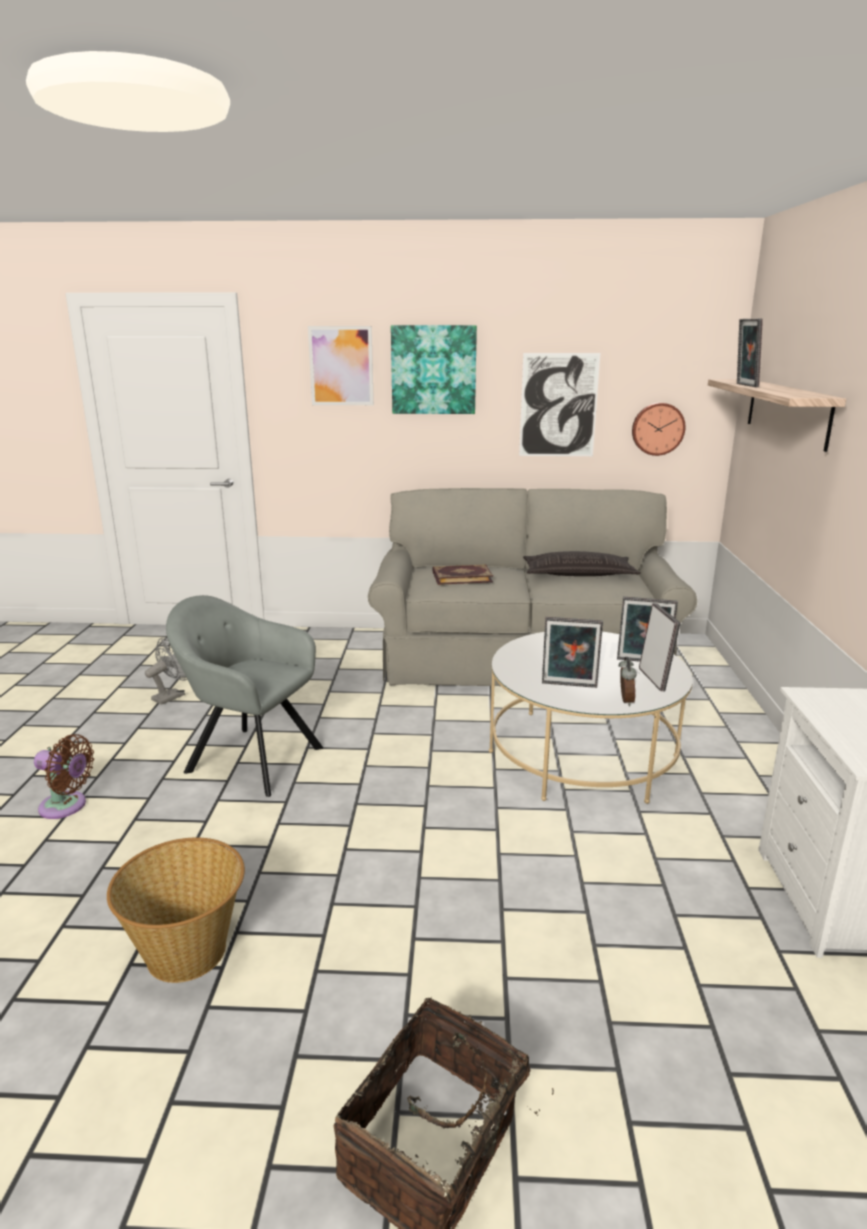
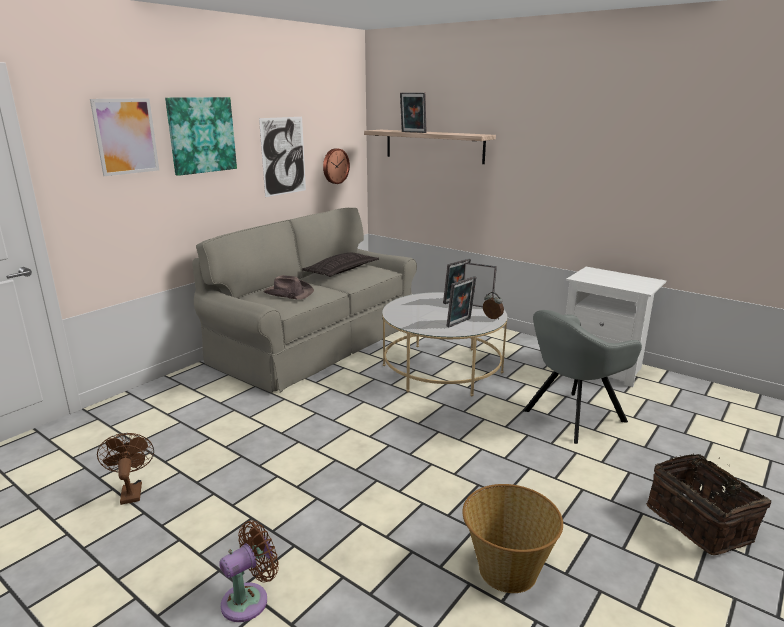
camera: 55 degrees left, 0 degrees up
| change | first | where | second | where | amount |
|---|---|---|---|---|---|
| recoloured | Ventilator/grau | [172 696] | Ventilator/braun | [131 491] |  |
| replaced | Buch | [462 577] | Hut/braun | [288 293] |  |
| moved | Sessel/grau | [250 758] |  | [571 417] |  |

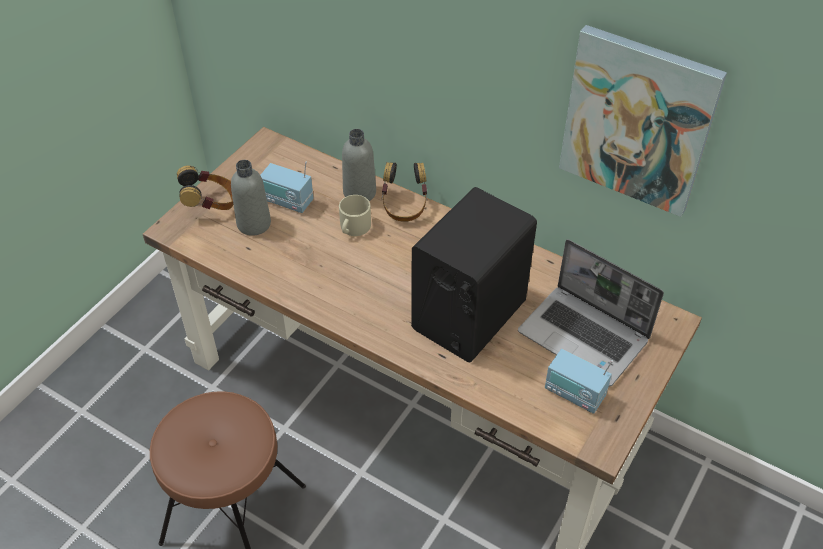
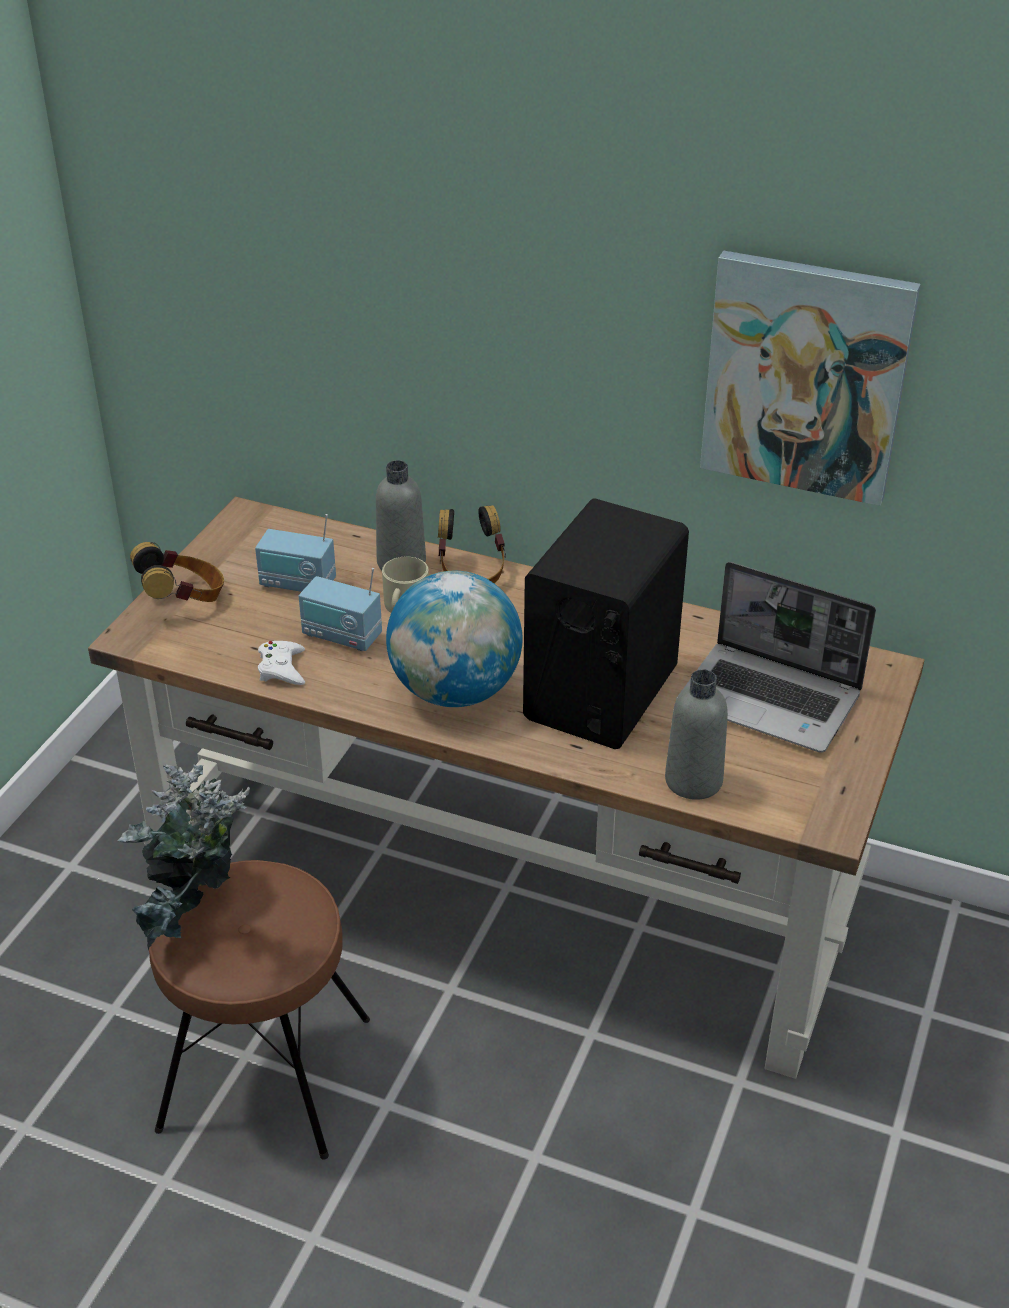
camera: 10 degrees left, 10 degrees down
| change | first | where | second | where | amount |
|---|---|---|---|---|---|
| added |  |  | Topfpflanze | [197 914] |  |
| added |  |  | Gamepad/weiß | [282 668] |  |
| moved | Radio | [574 394] |  | [341 636] |  |
| added |  |  | Globus | [455 691] |  |
| moved | Flasche/grau | [254 224] |  | [693 781] |  |

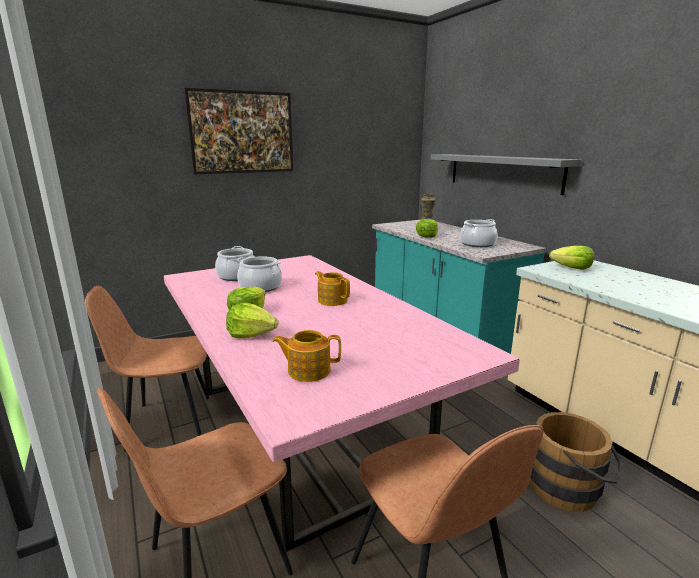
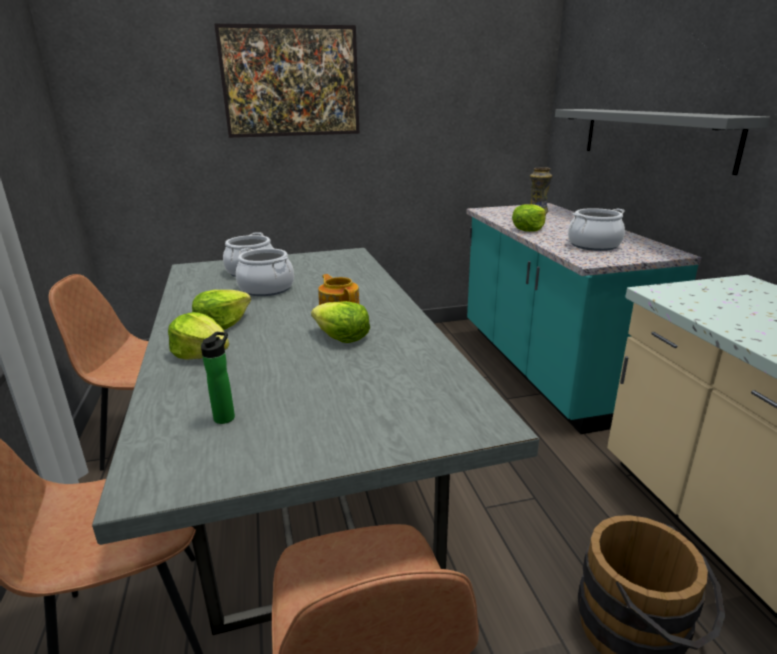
camera: 15 degrees right, 5 degrees up
| change | first | where | second | where | amount |
|---|---|---|---|---|---|
| recoloured | Esstisch/rosa | [305 432] | Esstisch/grau | [307 479] |  |
| replaced | Teekanne | [308 370] | Flasche | [226 416] |  |
| moved | Salatkopf | [572 268] |  | [341 337] |  |

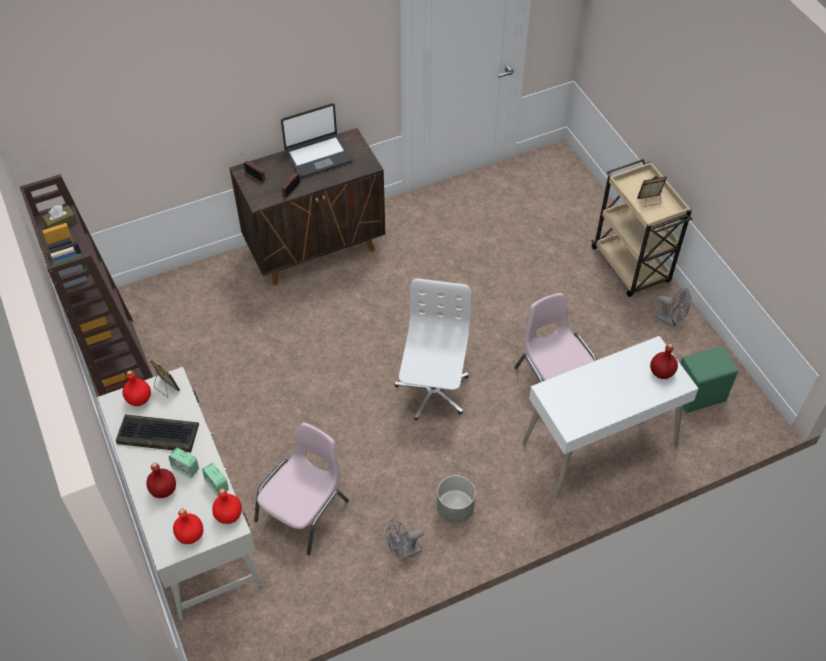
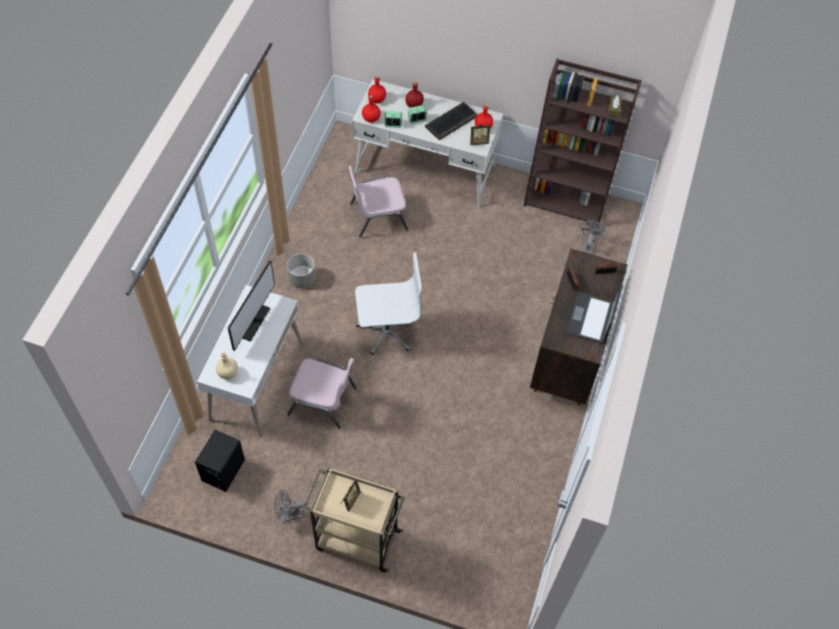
camera: 130 degrees right, 5 degrees up
| change | first | where | second | where | amount |
|---|---|---|---|---|---|
| recoloured | Lautsprecher/grün | [698 395] | Lautsprecher/schwarz | [223 471] |  |
| recoloured | Flasche/rot | [661 372] | Flasche/beige | [228 373] |  |
| added |  |  | Monitor | [251 321] |  |
| turned | Stuhl/rosa | [304 510] |  | [377 216] | 90 degrees clockwise |
| turned | Bürostuhl/weiß | [432 391] |  | [386 330] | 60 degrees counterclockwise |
| moved | Ventilator/grau | [403 553] |  | [588 245] |  |

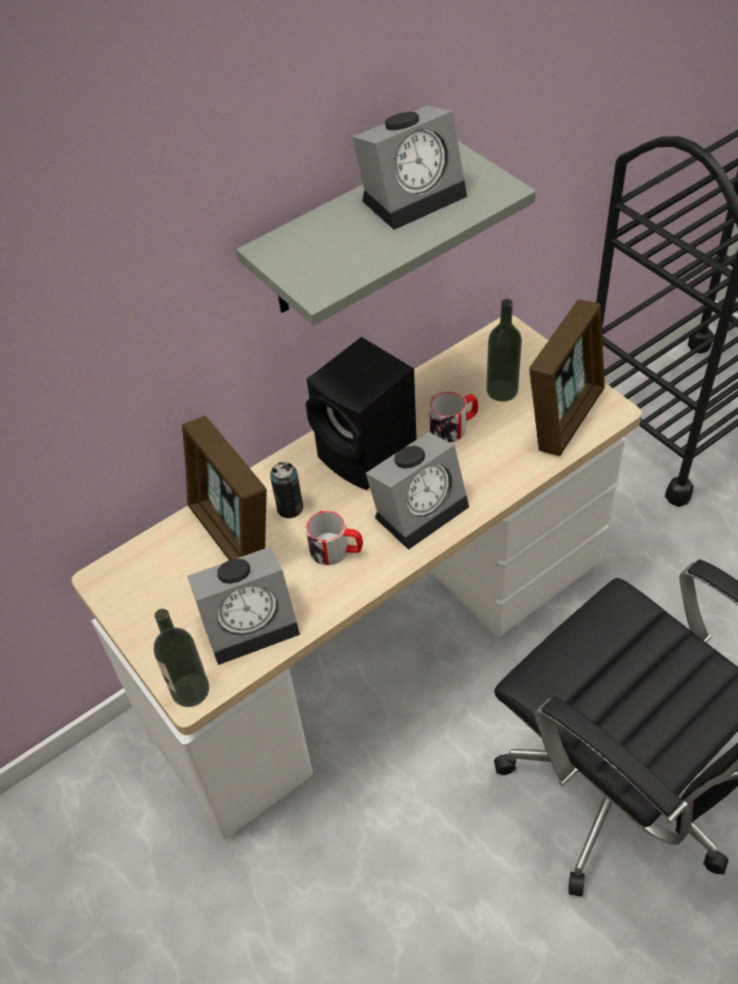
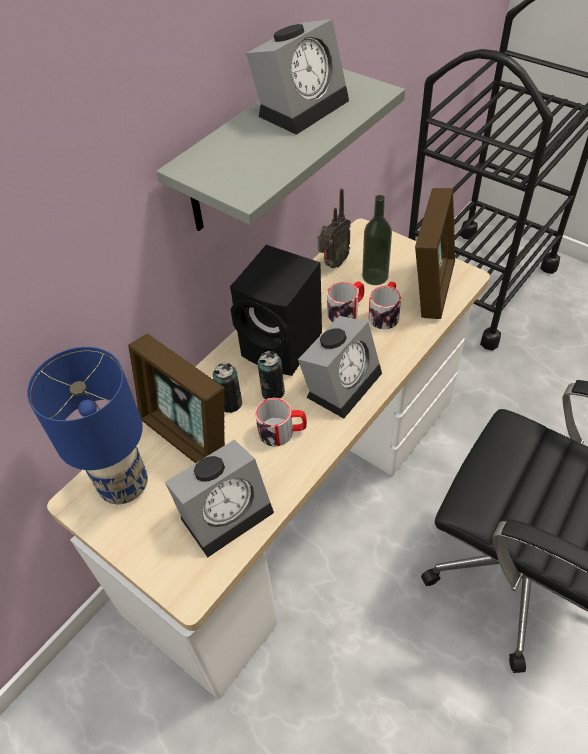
camera: 15 degrees left, 0 degrees up
| change | first | where | second | where | amount |
|---|---|---|---|---|---|
| added |  |  | Tischlampe/blau | [124 486] |  |
| added |  |  | Dose | [273 392] |  |
| added |  |  | Radio | [332 263] |  |
| added |  |  | Henkelbecher | [385 313] |  |
| removed | Flasche | [190 690] |  |  |  |

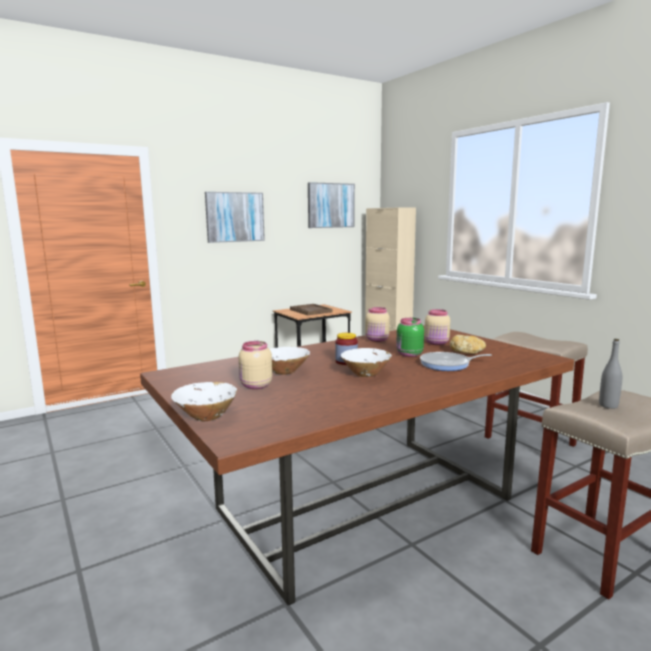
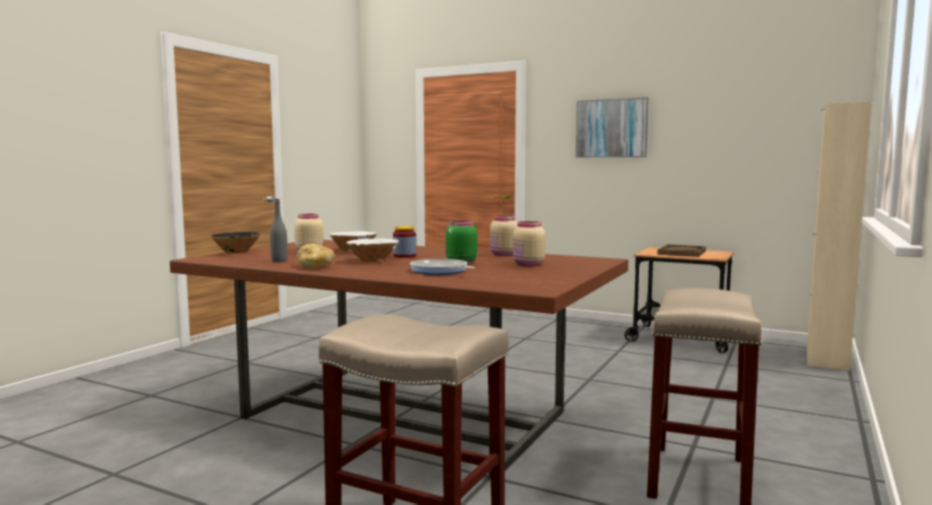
camera: 60 degrees right, 5 degrees down
| change | first | where | second | where | amount |
|---|---|---|---|---|---|
| recoloured | Schüssel/weiß | [206 416] | Schüssel/schwarz | [236 252] |  |
| moved | Flasche/grau | [608 405] |  | [279 261] |  |
| moved | Brot | [467 352] |  | [315 266] |  |
| removed | Bild | [330 205] |  |  |  |

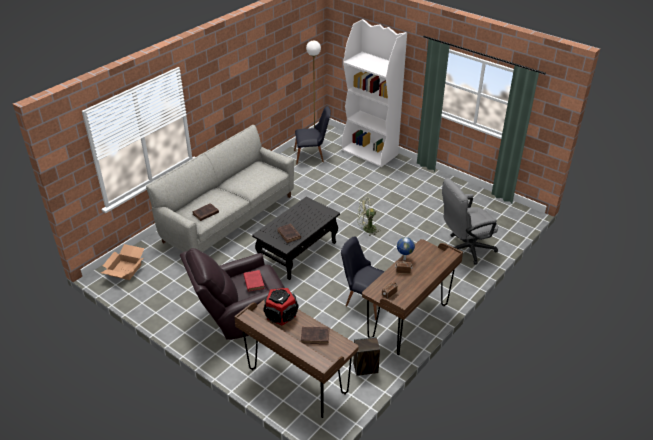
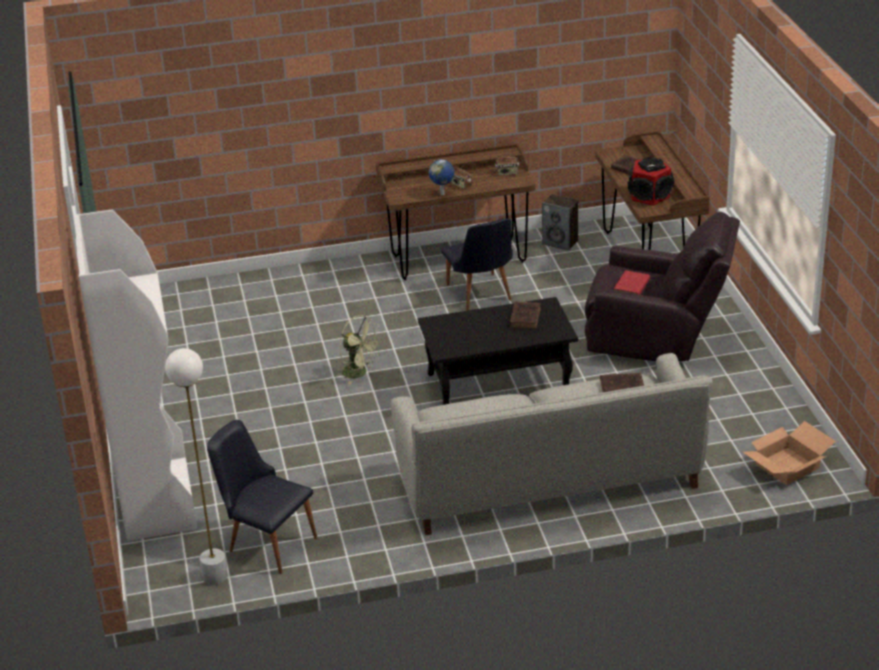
camera: 140 degrees left, 5 degrees down
| change | first | where | second | where | amount |
|---|---|---|---|---|---|
| removed | Bürostuhl/grau | [465 249] |  |  |  |

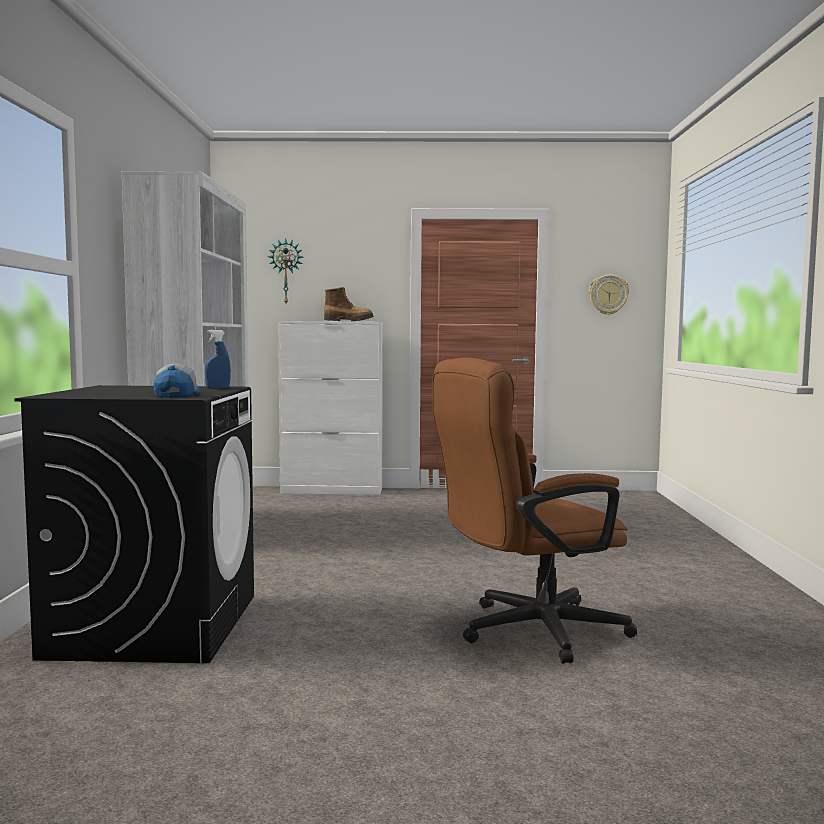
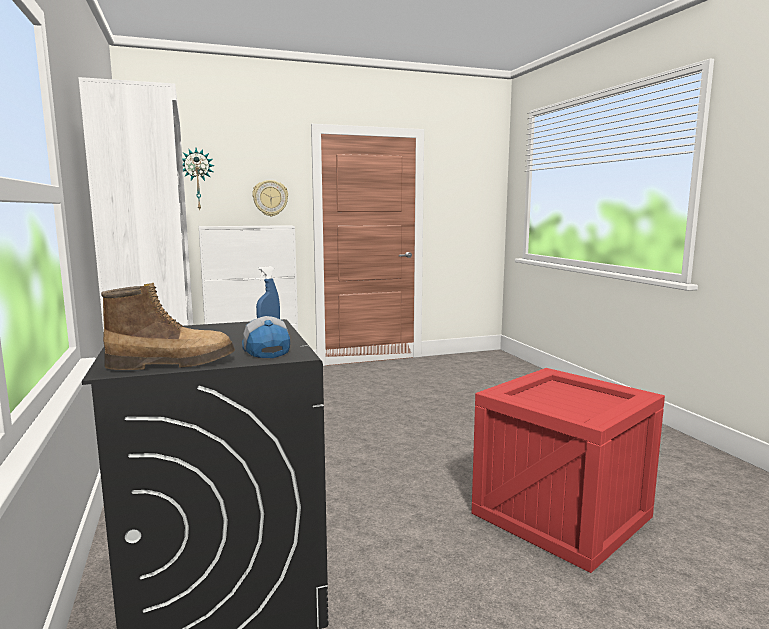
camera: 20 degrees left, 5 degrees up
| change | first | where | second | where | amount |
|---|---|---|---|---|---|
| moved | Stiefel | [348 321] |  | [172 363] |  |
| moved | Wanduhr | [608 294] |  | [270 198] |  |
| replaced | Bürostuhl/braun | [527 631] | Kiste | [558 515] |  |

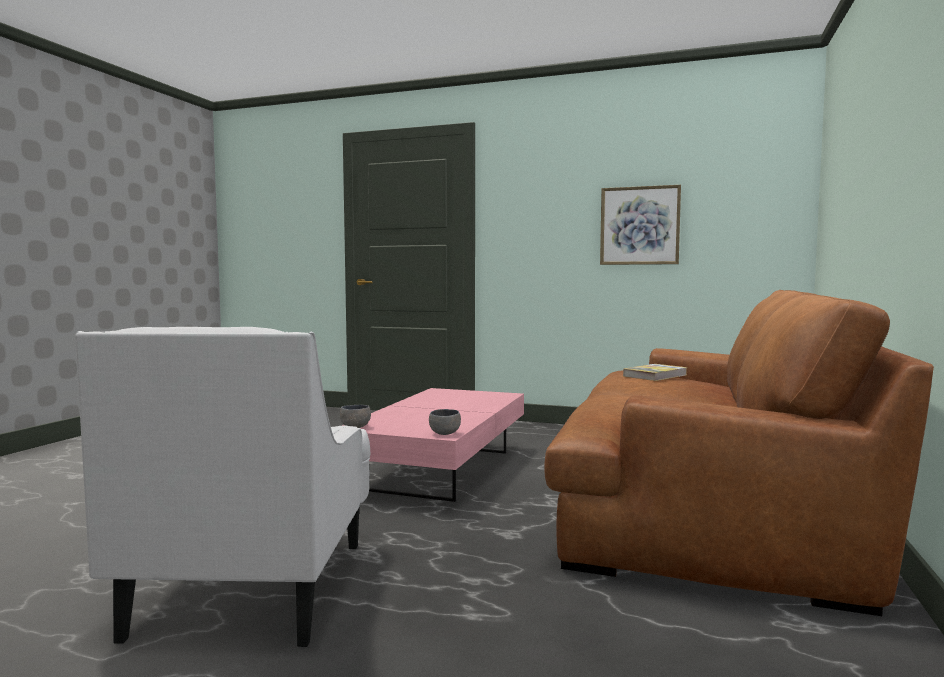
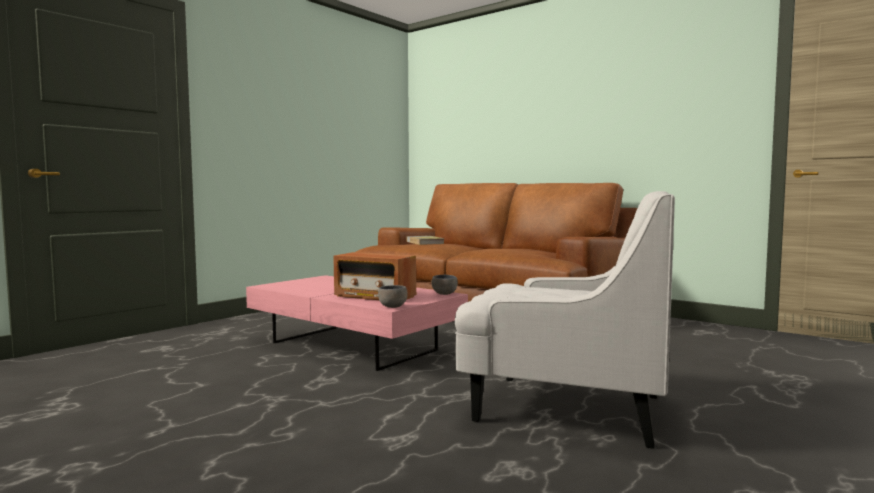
camera: 70 degrees left, 0 degrees up
| change | first | where | second | where | amount |
|---|---|---|---|---|---|
| added |  |  | Radio | [375 296] |  |
| removed | Bild | [639 226] |  |  |  |

